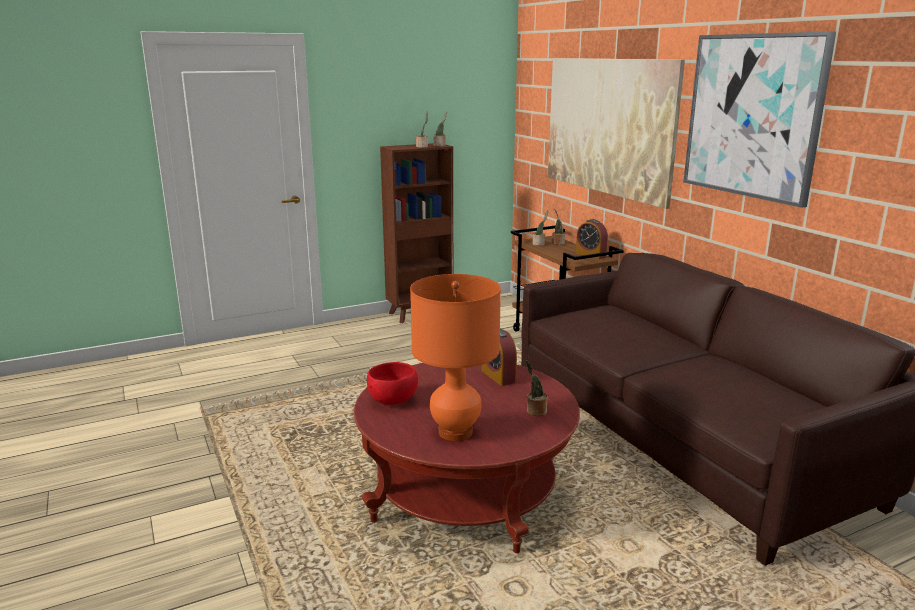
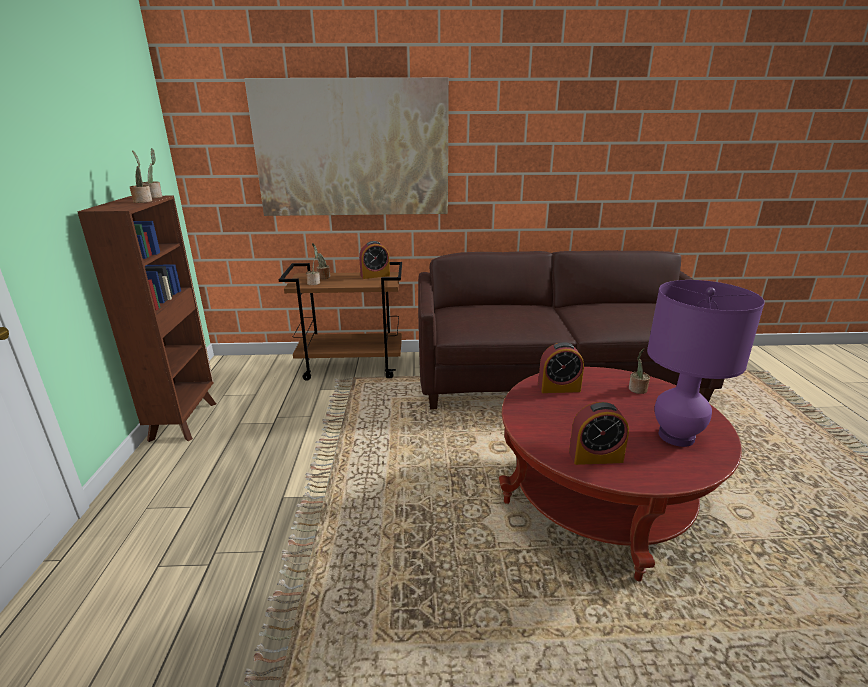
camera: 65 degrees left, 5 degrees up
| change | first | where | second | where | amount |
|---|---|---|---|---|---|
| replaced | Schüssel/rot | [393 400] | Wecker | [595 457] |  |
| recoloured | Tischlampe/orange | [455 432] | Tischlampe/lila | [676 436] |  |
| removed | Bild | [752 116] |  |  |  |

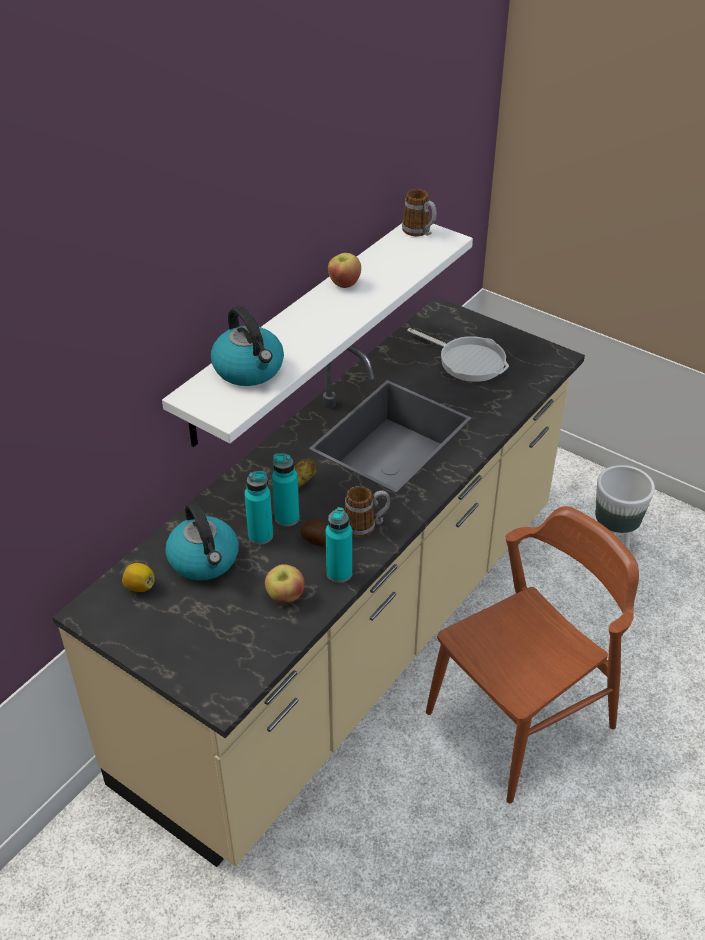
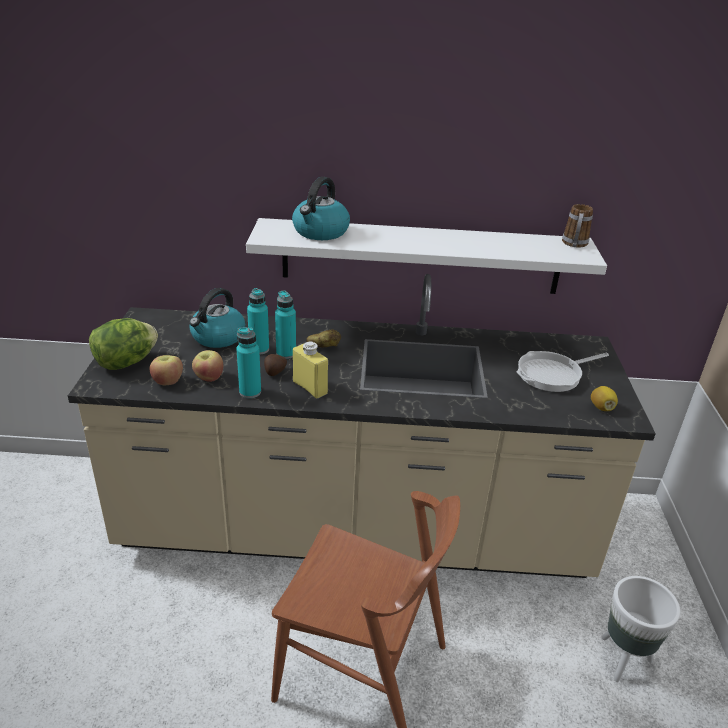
camera: 55 degrees right, 10 degrees down
| change | first | where | second | where | amount |
|---|---|---|---|---|---|
| added |  |  | Salatkopf | [126 363] |  |
| moved | Apfel | [344 283] |  | [168 381] |  |
| replaced | Henkelbecher | [366 525] | Flasche/gelb | [310 387] |  |
| turned | Pfanne | [467 361] |  | [553 374] | 60 degrees clockwise |
| moved | Zitrone | [140 586] |  | [601 407] |  |

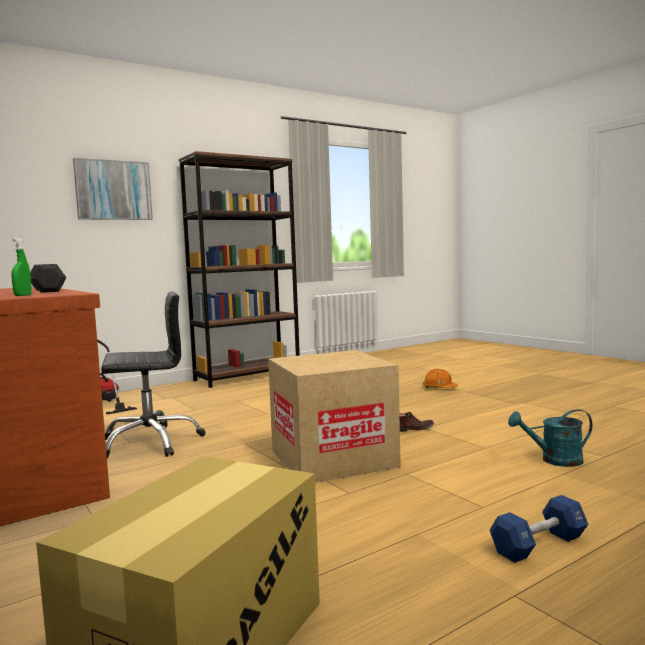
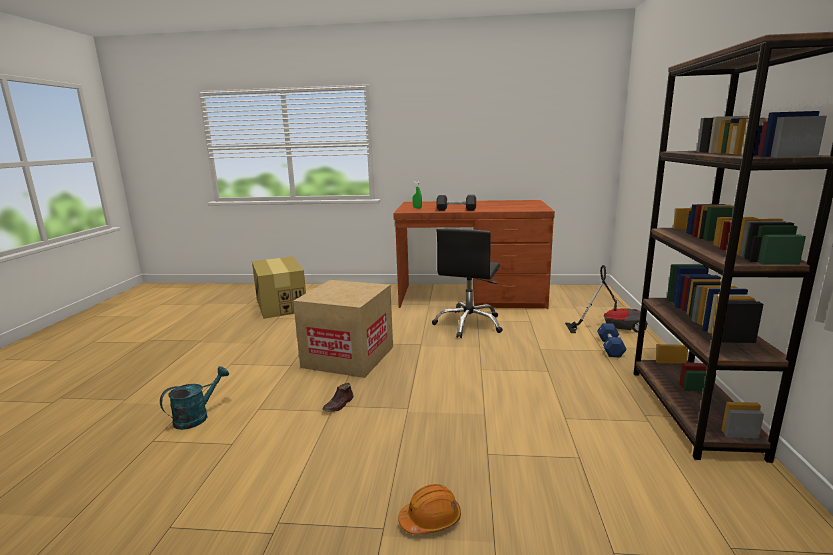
camera: 130 degrees right, 10 degrees up
| change | first | where | second | where | amount |
|---|---|---|---|---|---|
| moved | Hantel/blau | [539 544] |  | [610 347] |  |
| removed | Bild | [113 190] |  |  |  |

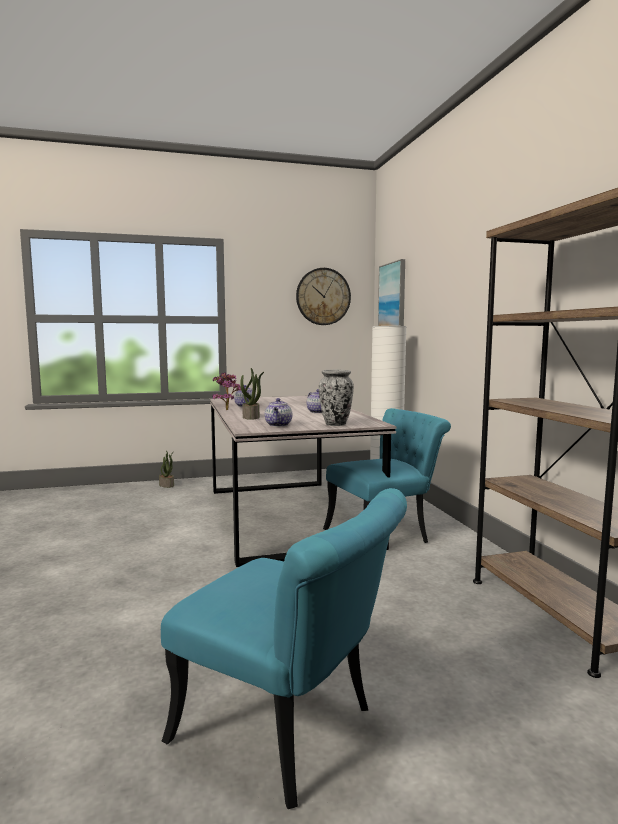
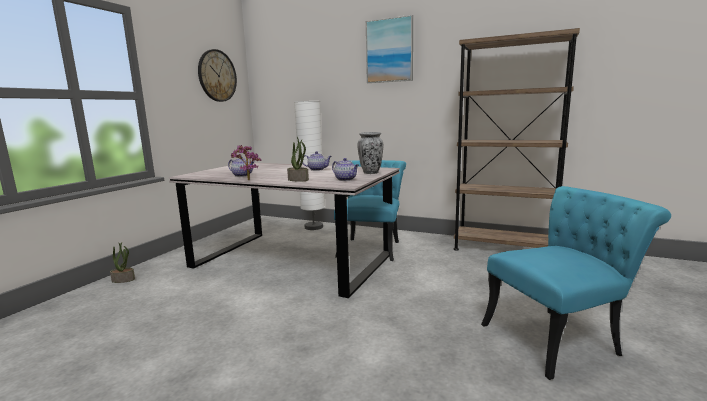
camera: 50 degrees left, 5 degrees up
| change | first | where | second | where | amount |
|---|---|---|---|---|---|
| moved | Bild | [392 297] |  | [389 50] |  |

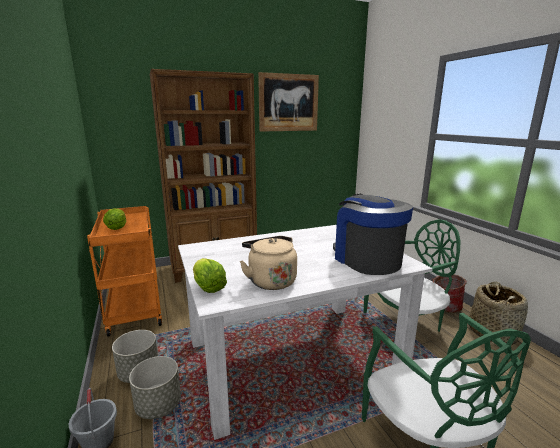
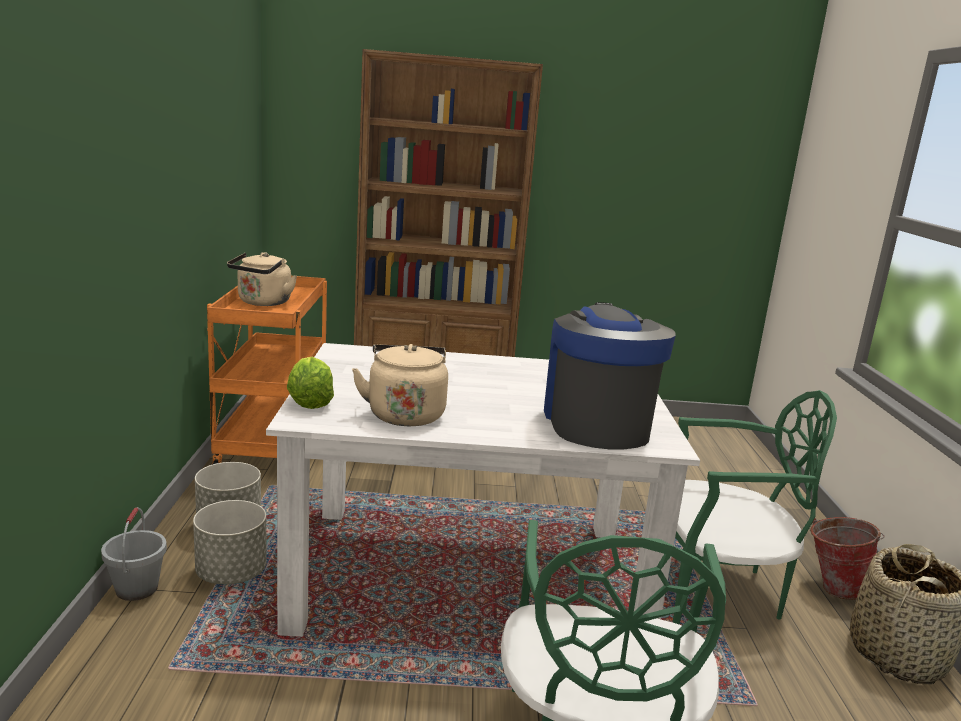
camera: 20 degrees right, 0 degrees up
| change | first | where | second | where | amount |
|---|---|---|---|---|---|
| replaced | Salatkopf | [117 227] | Wasserkessel/beige | [263 303] |  |
| removed | Bild | [288 103] |  |  |  |

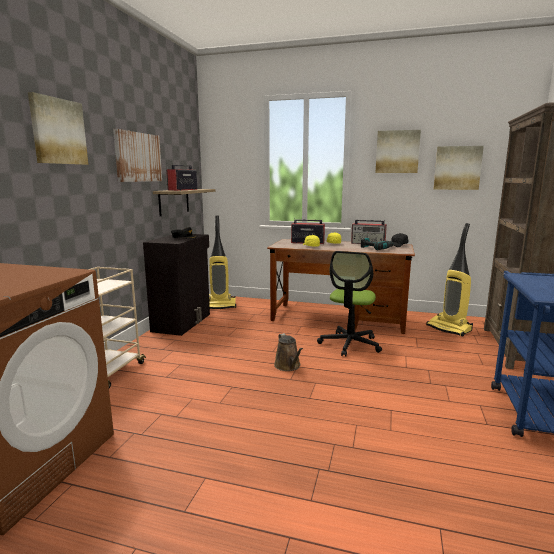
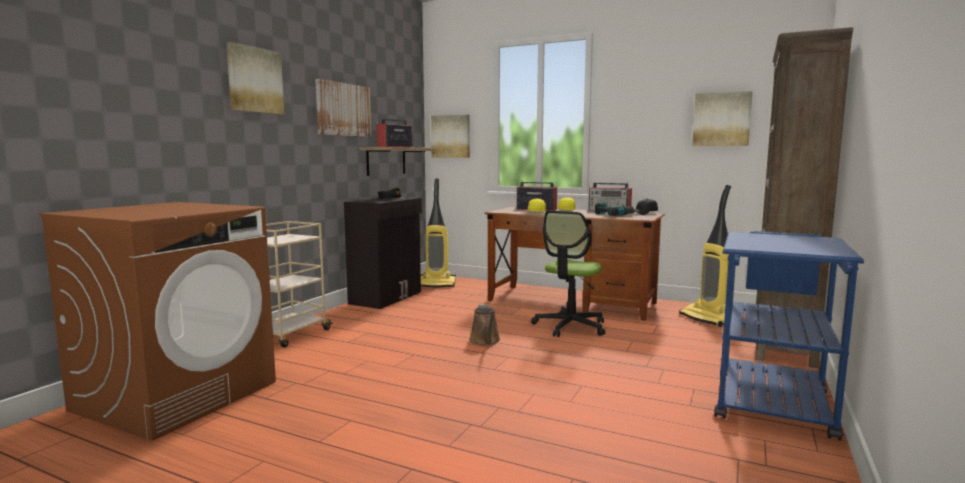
camera: 10 degrees right, 5 degrees down
| change | first | where | second | where | amount |
|---|---|---|---|---|---|
| moved | Bild | [397 152] |  | [451 136] |  |

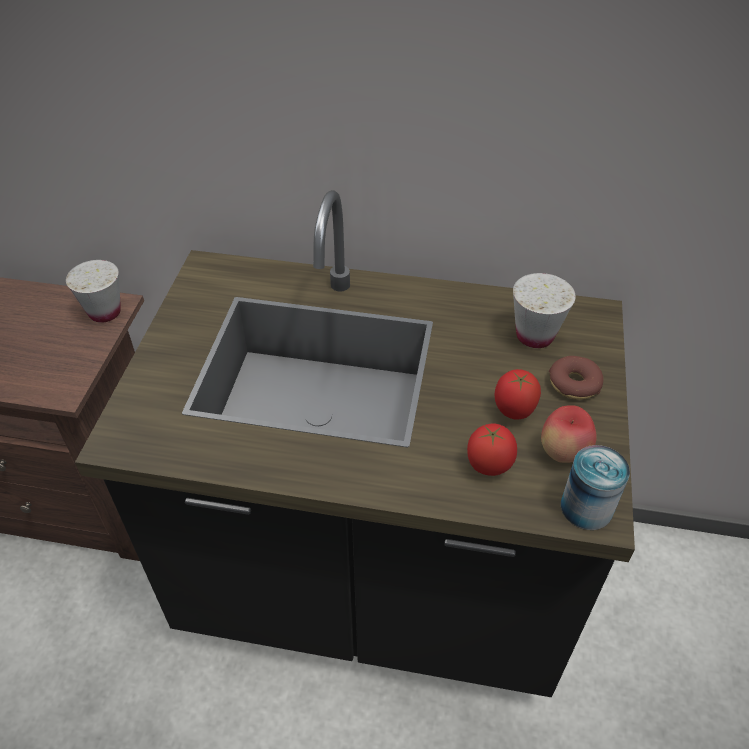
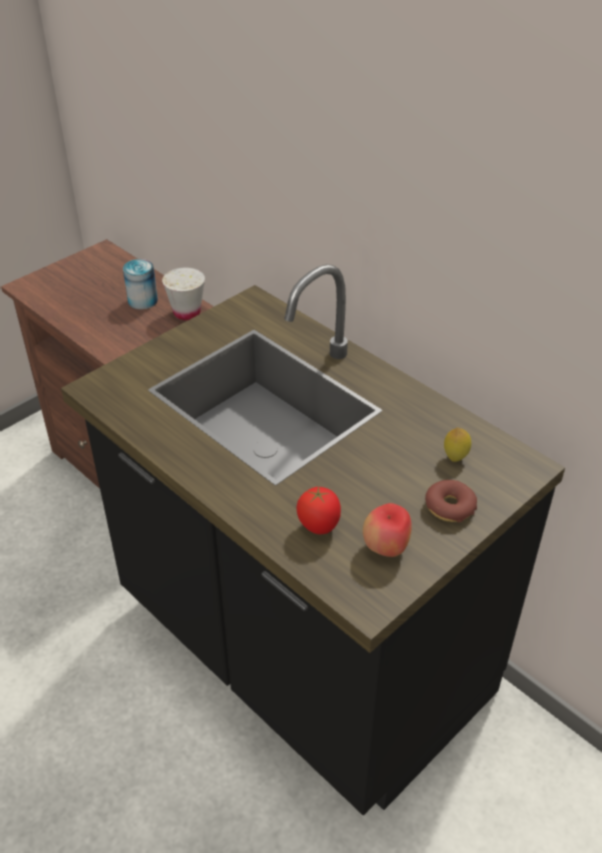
camera: 35 degrees right, 5 degrees down
| change | first | where | second | where | amount |
|---|---|---|---|---|---|
| moved | Dose | [586 507] |  | [142 300] |  |
| replaced | Tasse/weiß | [534 335] | Zitrone | [455 457] |  |
| removed | Tomate | [513 412] |  |  |  |

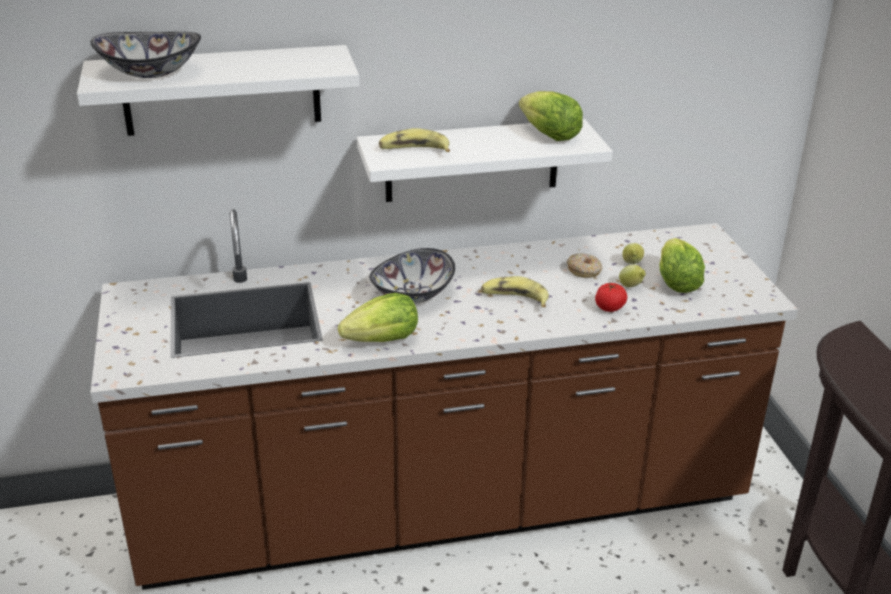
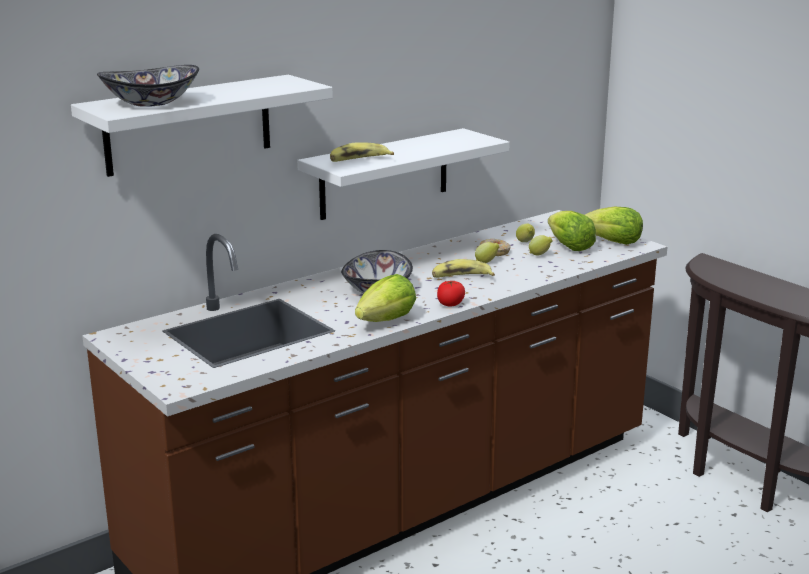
camera: 25 degrees left, 10 degrees down
| change | first | where | second | where | amount |
|---|---|---|---|---|---|
| moved | Tomate | [609 308] |  | [450 304] |  |
| added |  |  | Zitrone | [486 262] |  |
| moved | Salatkopf | [549 135] |  | [613 242] |  |

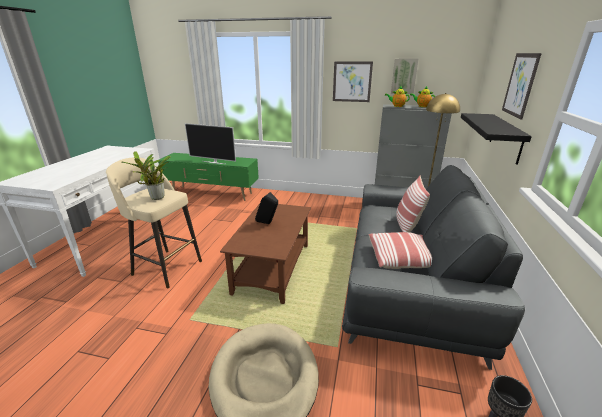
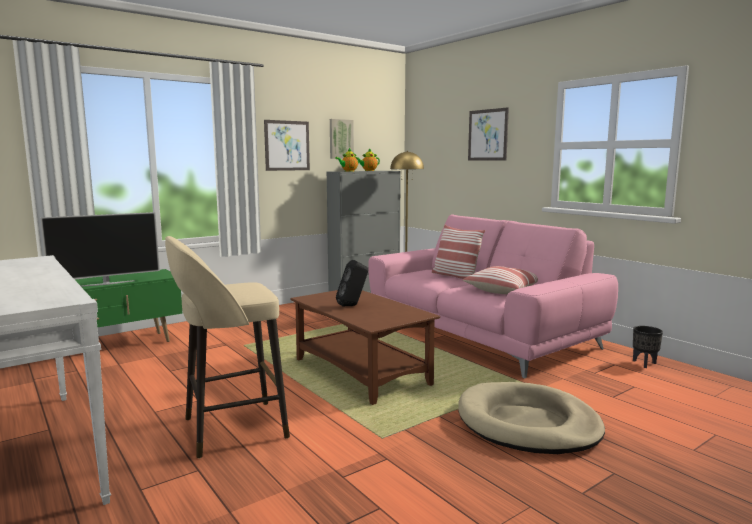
camera: 50 degrees left, 15 degrees down
| change | first | where | second | where | amount |
|---|---|---|---|---|---|
| recoloured | Sofa/grau | [408 281] | Sofa/rosa | [479 333] |  |
| removed | Topfpflanze | [156 198] |  |  |  |
| removed | Wandregal/schwarz | [506 137] |  |  |  |

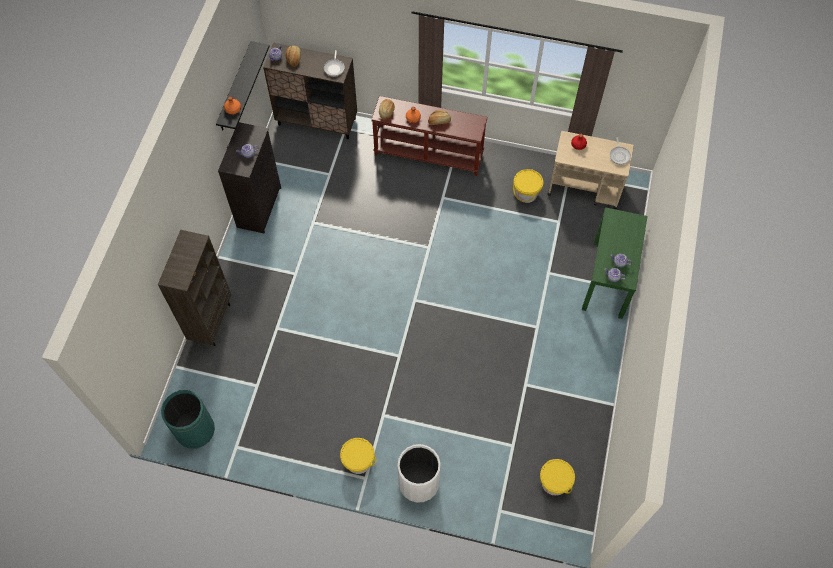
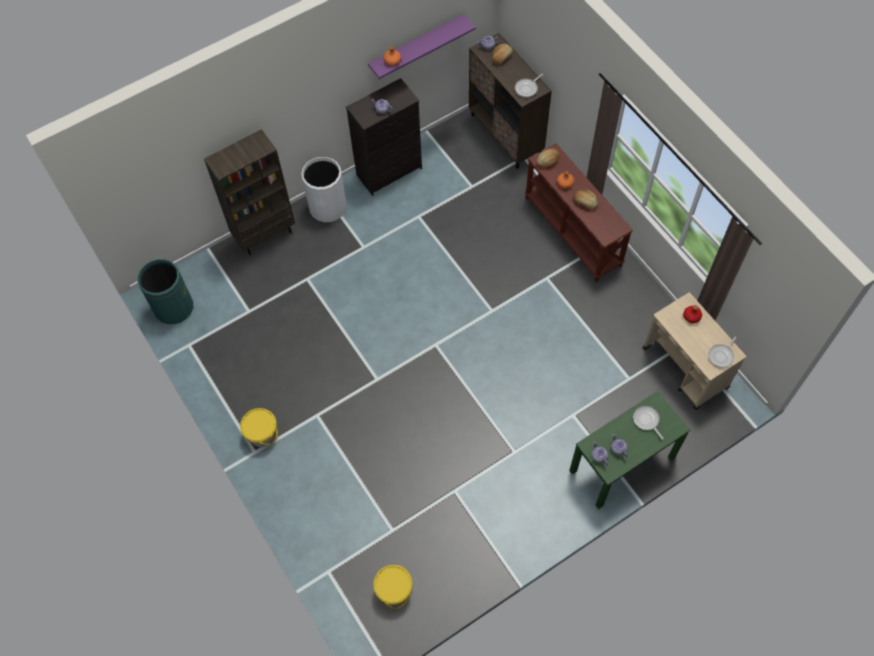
camera: 45 degrees right, 0 degrees up
| change | first | where | second | where | amount |
|---|---|---|---|---|---|
| moved | Mülleimer/weiß | [418 483] |  | [328 207] |  |
| recoloured | Wandregal/schwarz | [235 88] | Wandregal/lila | [416 46] |  |
| added |  |  | Pfanne | [647 420] |  |
| removed | Eimer/gelb | [526 193] |  |  |  |

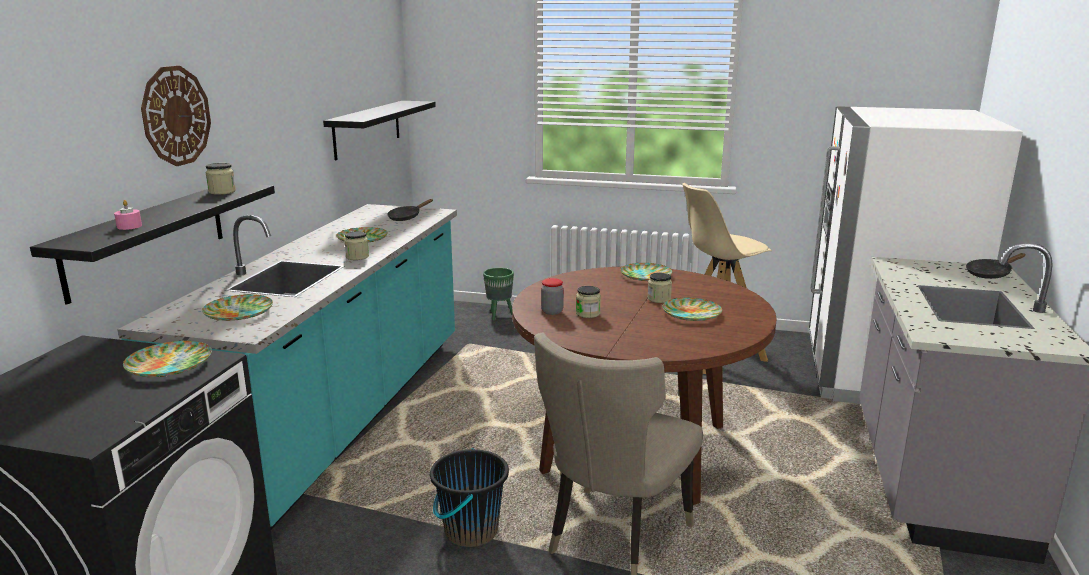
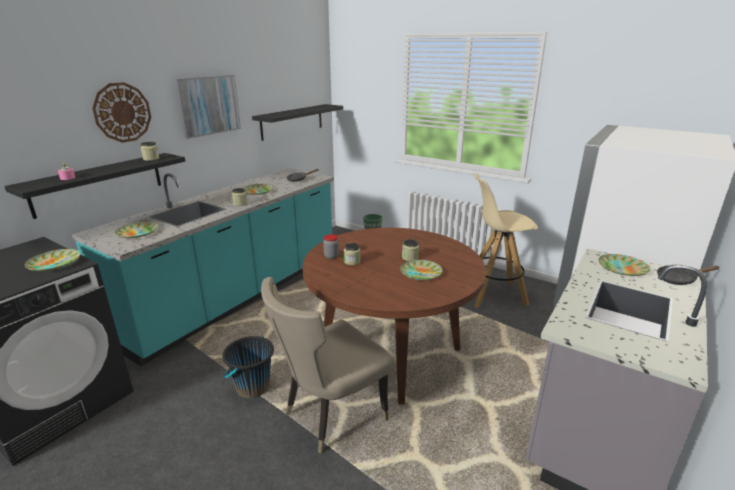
camera: 20 degrees right, 5 degrees up
| change | first | where | second | where | amount |
|---|---|---|---|---|---|
| added |  |  | Bild | [208 105] |  |
| moved | Teller | [645 275] |  | [622 268] |  |

